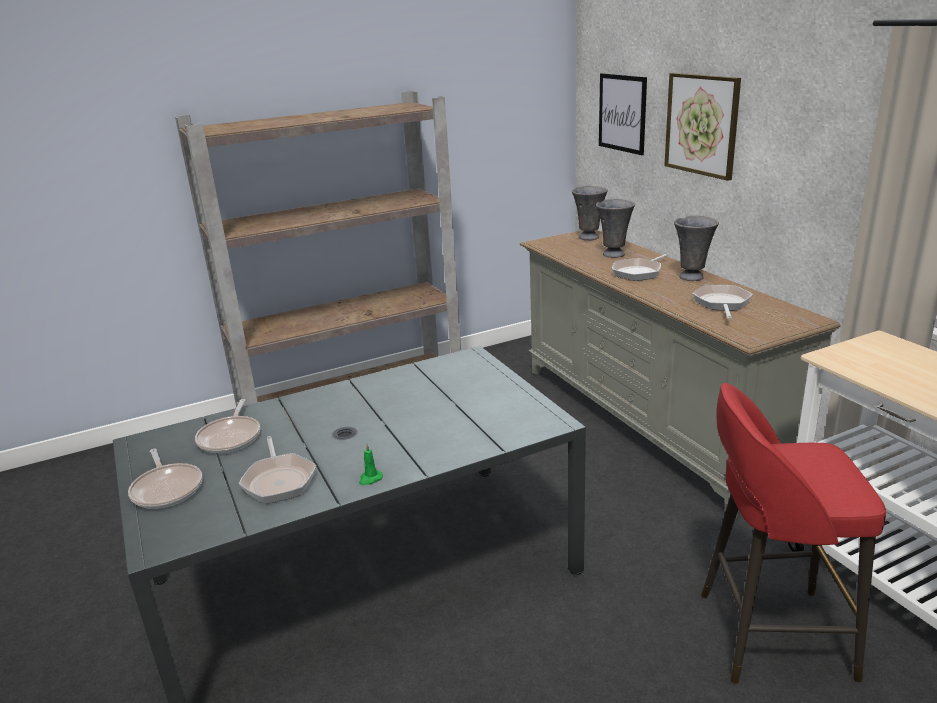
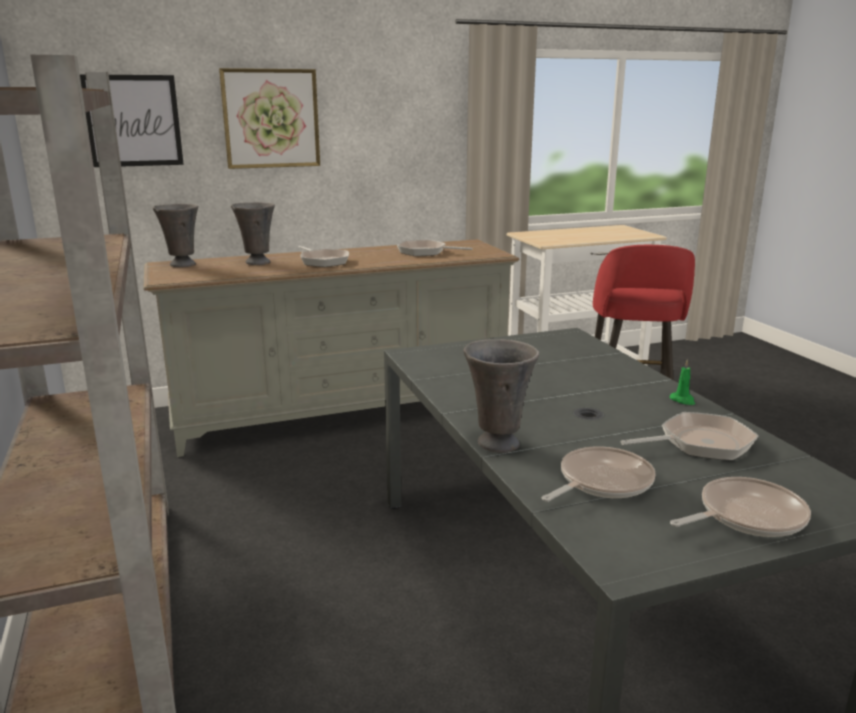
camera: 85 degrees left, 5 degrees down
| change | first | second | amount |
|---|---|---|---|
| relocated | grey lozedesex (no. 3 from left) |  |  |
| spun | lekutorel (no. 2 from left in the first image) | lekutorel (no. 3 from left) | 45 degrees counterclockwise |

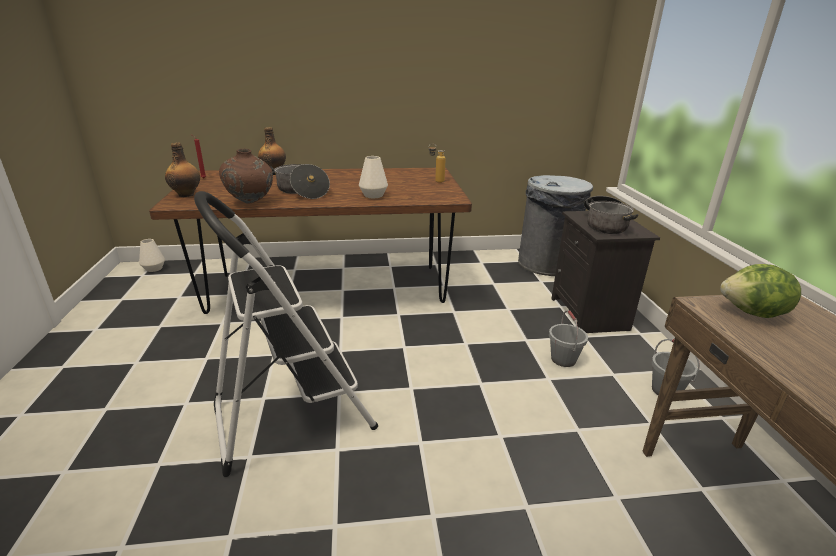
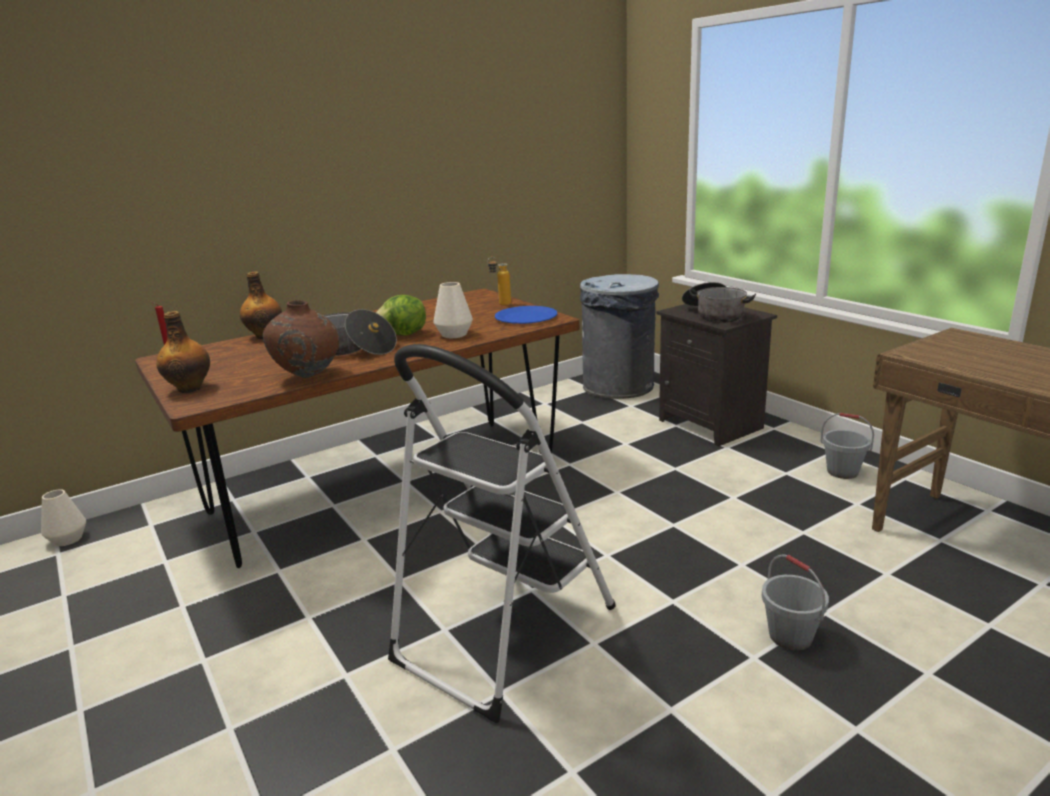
camera: 25 degrees left, 5 degrees down
| change | first | second | amount |
|---|---|---|---|
| relocated | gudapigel |  |  |
| relocated | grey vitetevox (no. 1 from left) |  |  |
| appeared |  | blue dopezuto |  |

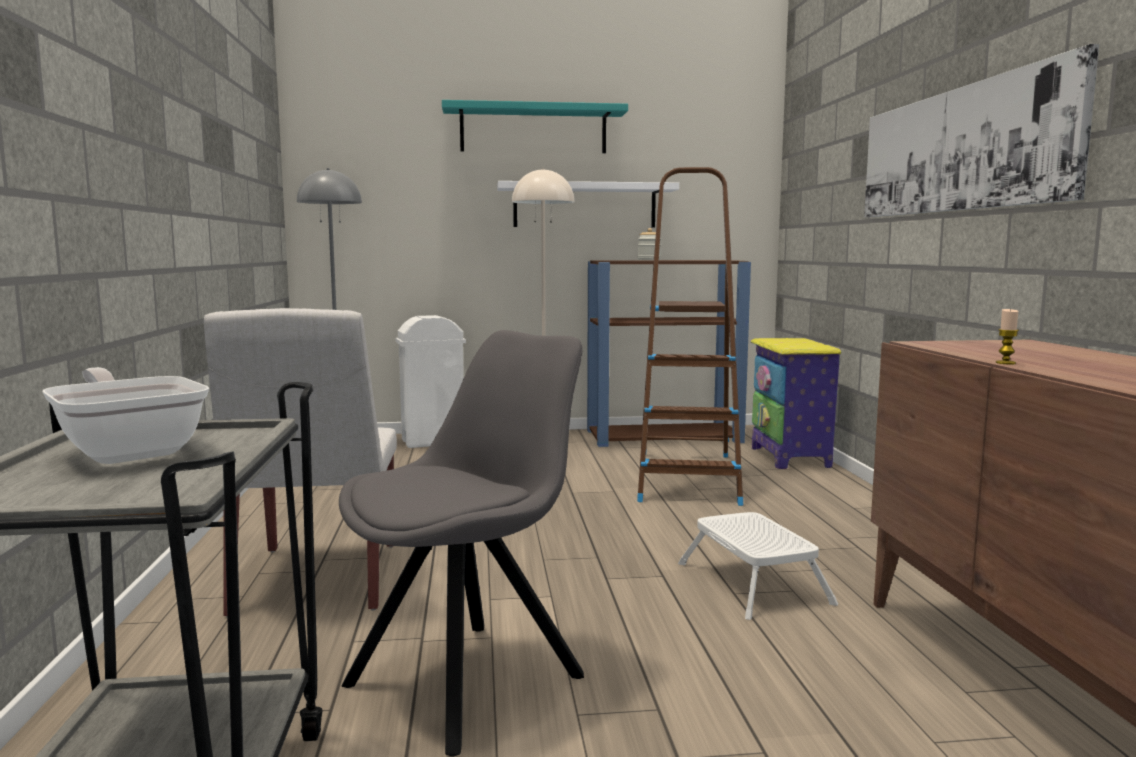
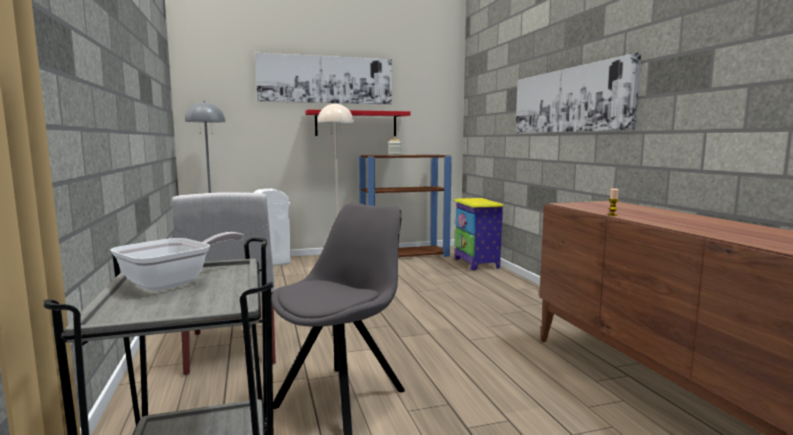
camera: 10 degrees left, 0 degrees up
| change | first | second | amount |
|---|---|---|---|
| exchanged | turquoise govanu | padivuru (no. 1 from left) |  |
| missing | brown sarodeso |  |  |
| colour | white govanu | red govanu |  |
| spun | lekutorel |  | 90 degrees clockwise |
| missing | white sarodeso |  |  |

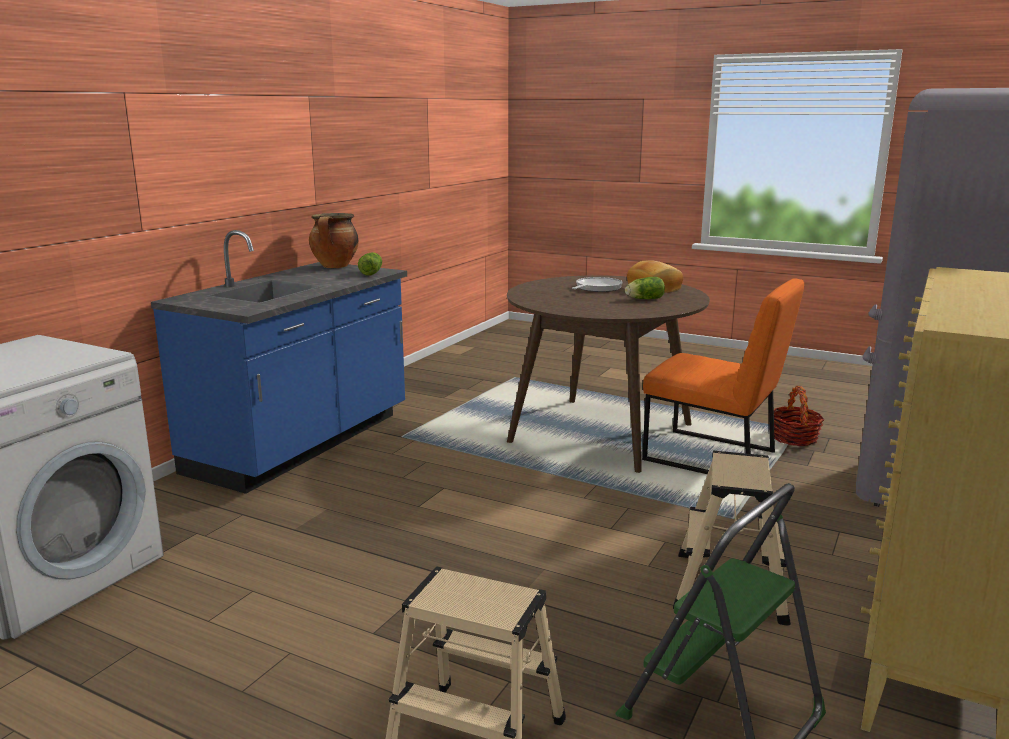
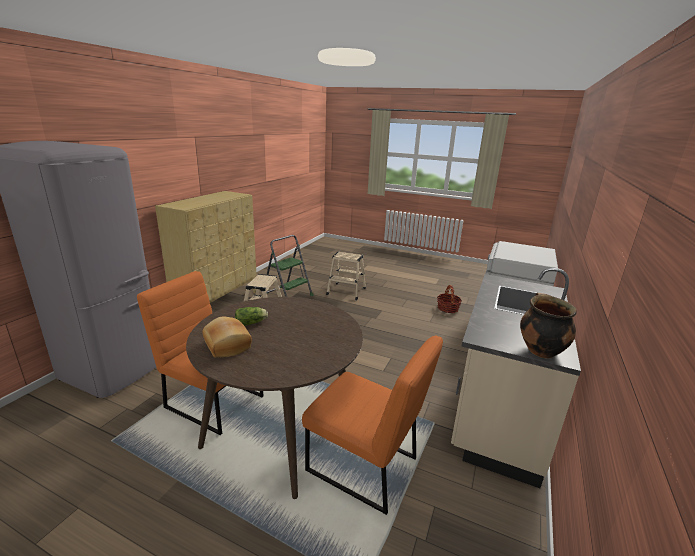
camera: 175 degrees right, 5 degrees up
| change | first | second | amount |
|---|---|---|---|
| colour | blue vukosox | beige vukosox |  |
| missing | gudapigel (no. 1 from left) |  |  |
| missing | lekutorel |  |  |
| relocated | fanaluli |  |  |
| appeared |  | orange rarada (no. 2 from left) |  |

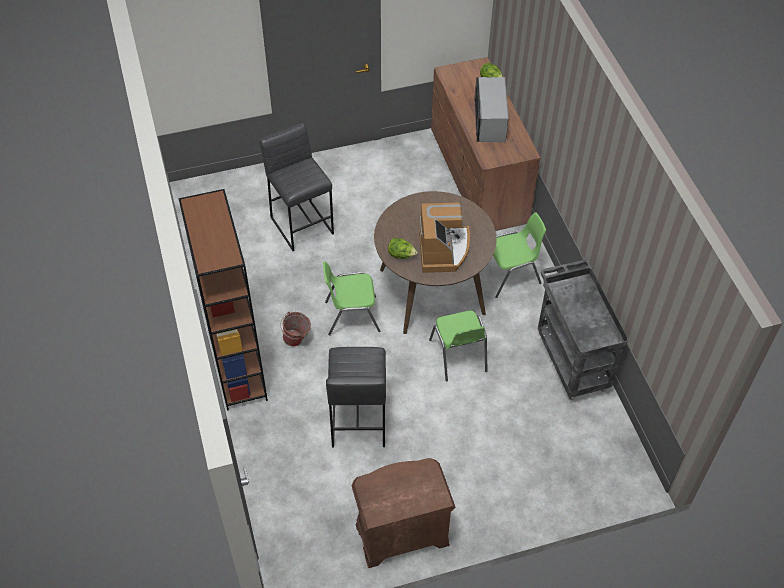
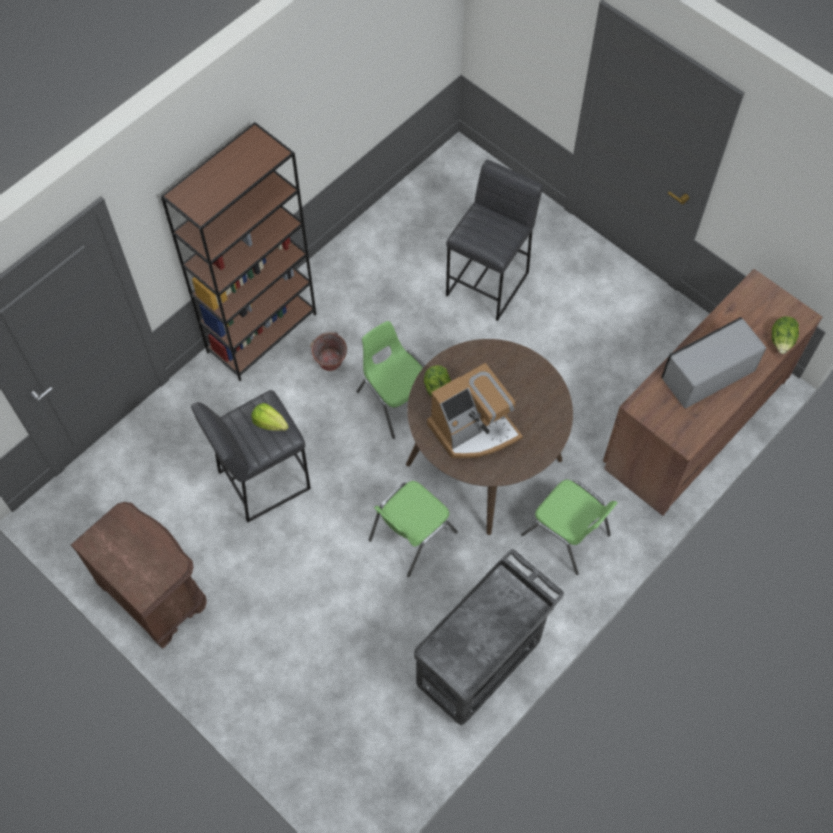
camera: 60 degrees right, 10 degrees up
| change | first | second | amount |
|---|---|---|---|
| appeared |  | gudapigel (no. 1 from left) |  |

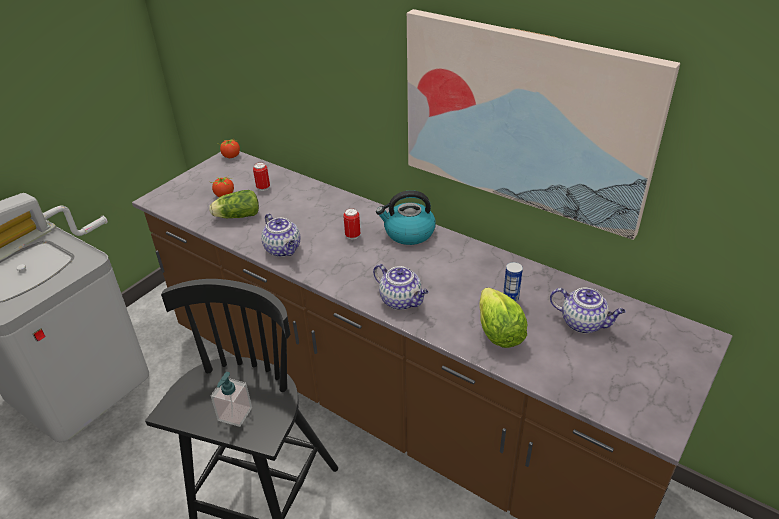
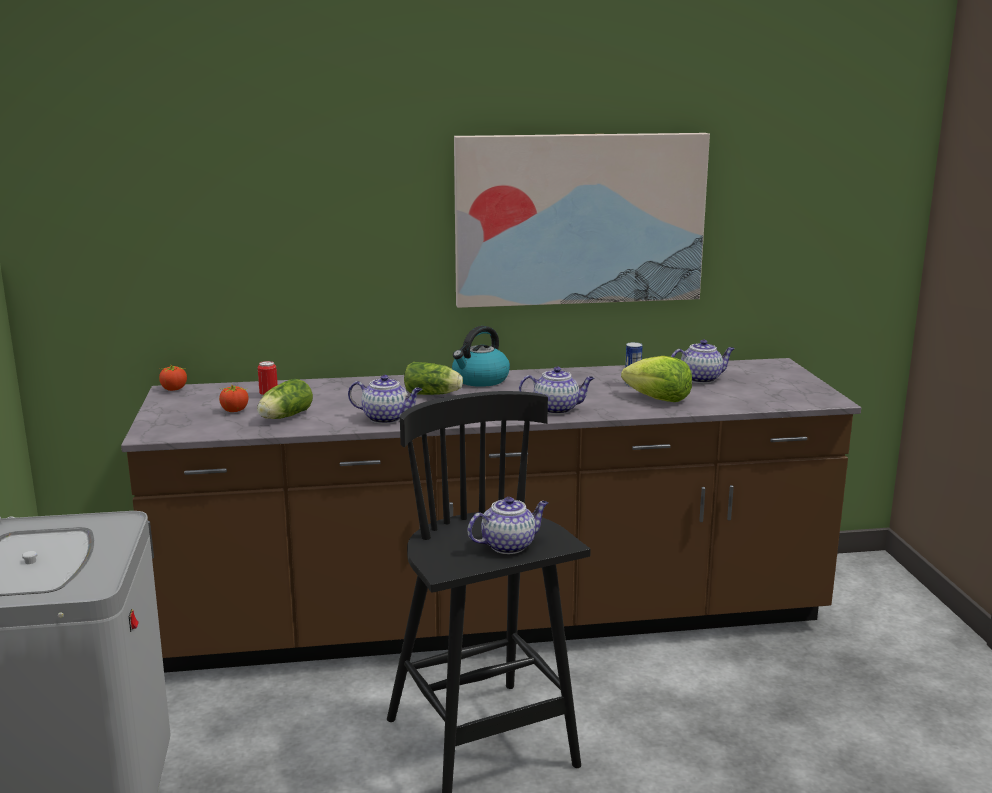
camera: 45 degrees left, 20 degrees down
| change | first | second | amount |
|---|---|---|---|
| exchanged | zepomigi (no. 2 from left) | gudapigel (no. 2 from left) |  |
| exchanged | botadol | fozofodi (no. 2 from left) |  |

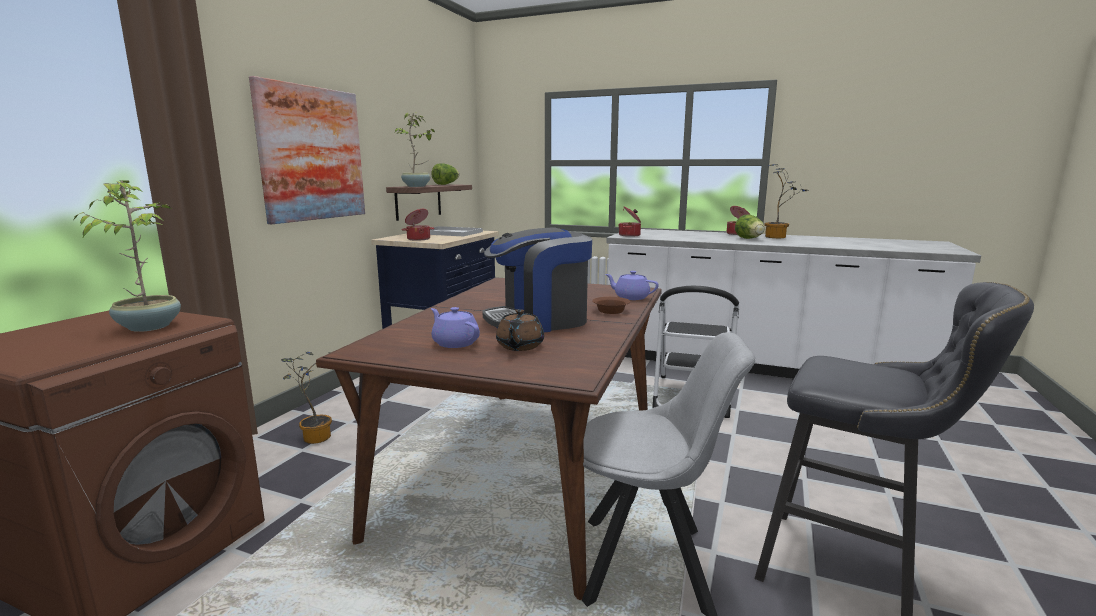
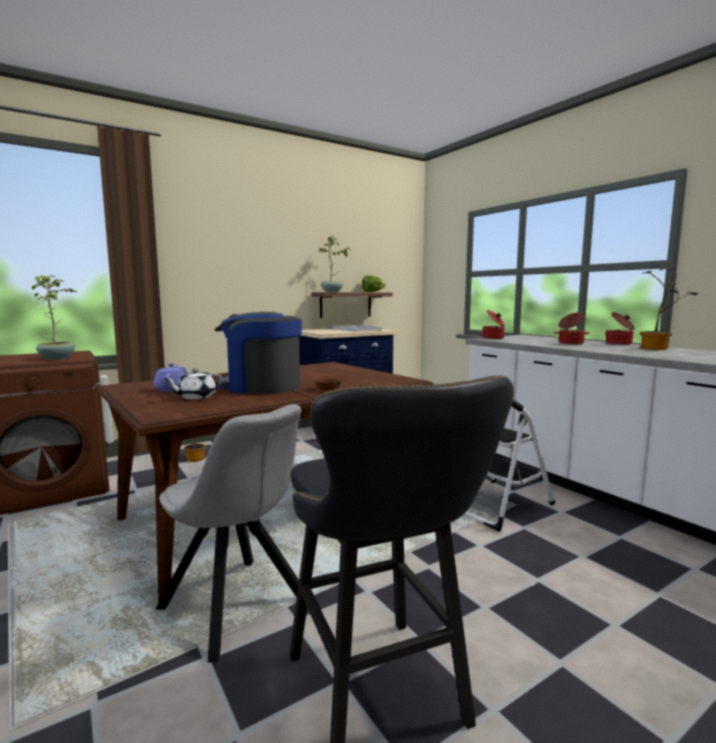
camera: 35 degrees right, 5 degrees down
| change | first | second | amount |
|---|---|---|---|
| missing | padivuru |  |  |
| relocated | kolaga (no. 1 from left in the first image) | kolaga (no. 2 from left) |  |
| missing | gudapigel (no. 2 from left) |  |  |
| missing | purple fozofodi (no. 2 from left) |  |  |
| colour | brown fozofodi | white fozofodi |  |

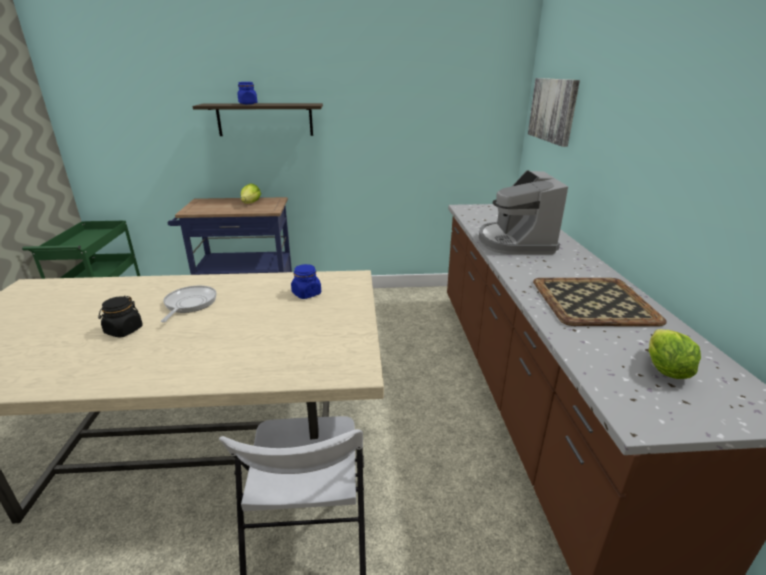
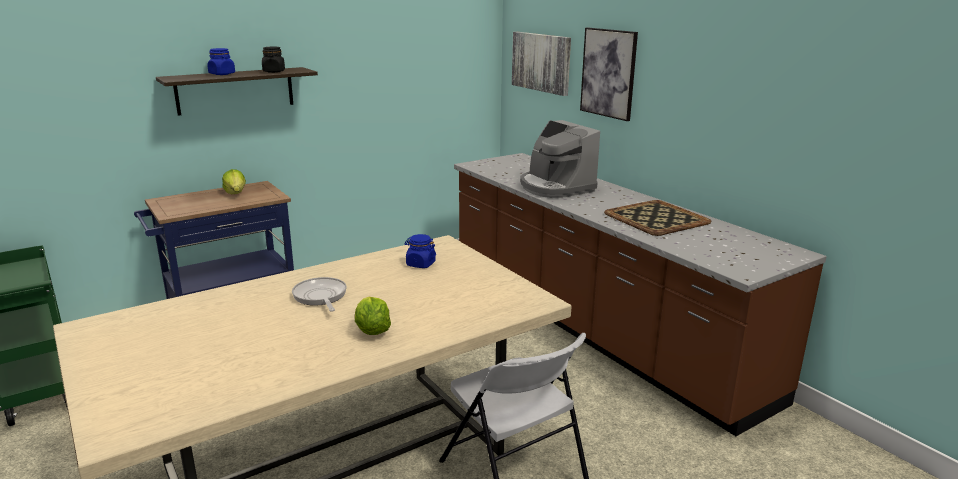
camera: 30 degrees left, 5 degrees down
| change | first | second | amount |
|---|---|---|---|
| relocated | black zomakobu |  |  |
| relocated | gudapigel (no. 2 from left) |  |  |
| appeared |  | padivuru (no. 2 from left) |  |

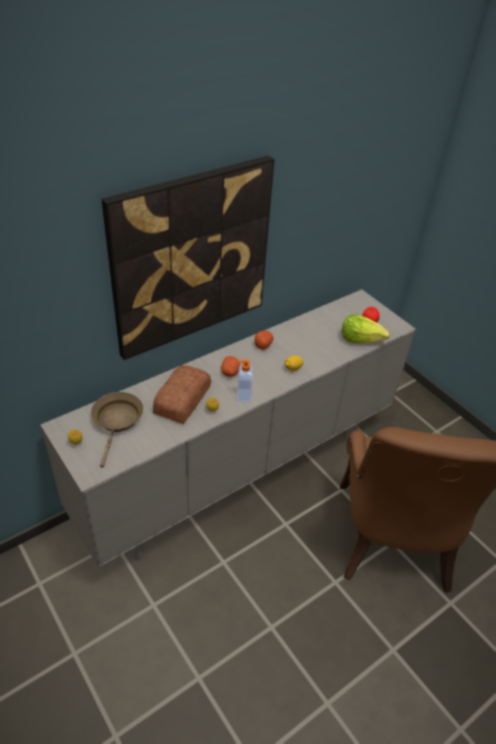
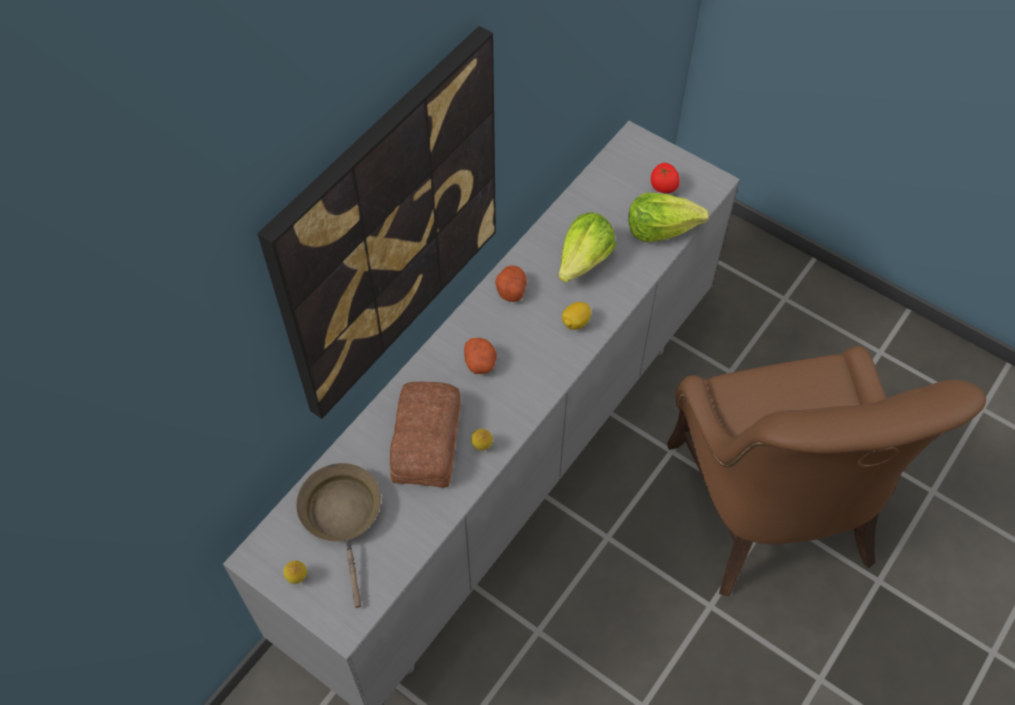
camera: 15 degrees left, 15 degrees up
| change | first | second | amount |
|---|---|---|---|
| missing | botadol |  |  |
| appeared |  | gudapigel (no. 1 from left) |  |

